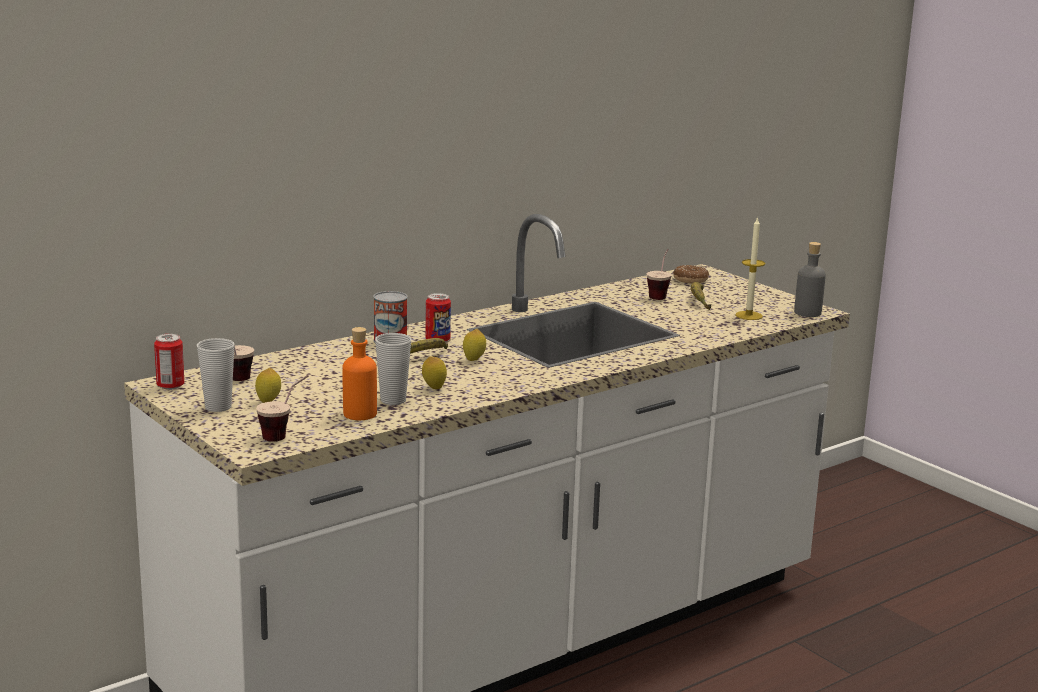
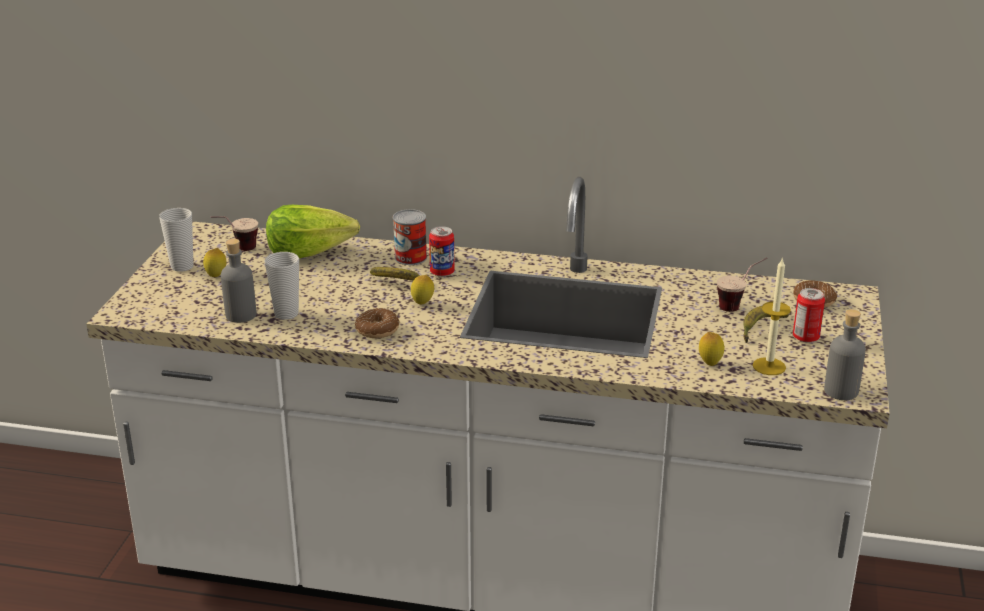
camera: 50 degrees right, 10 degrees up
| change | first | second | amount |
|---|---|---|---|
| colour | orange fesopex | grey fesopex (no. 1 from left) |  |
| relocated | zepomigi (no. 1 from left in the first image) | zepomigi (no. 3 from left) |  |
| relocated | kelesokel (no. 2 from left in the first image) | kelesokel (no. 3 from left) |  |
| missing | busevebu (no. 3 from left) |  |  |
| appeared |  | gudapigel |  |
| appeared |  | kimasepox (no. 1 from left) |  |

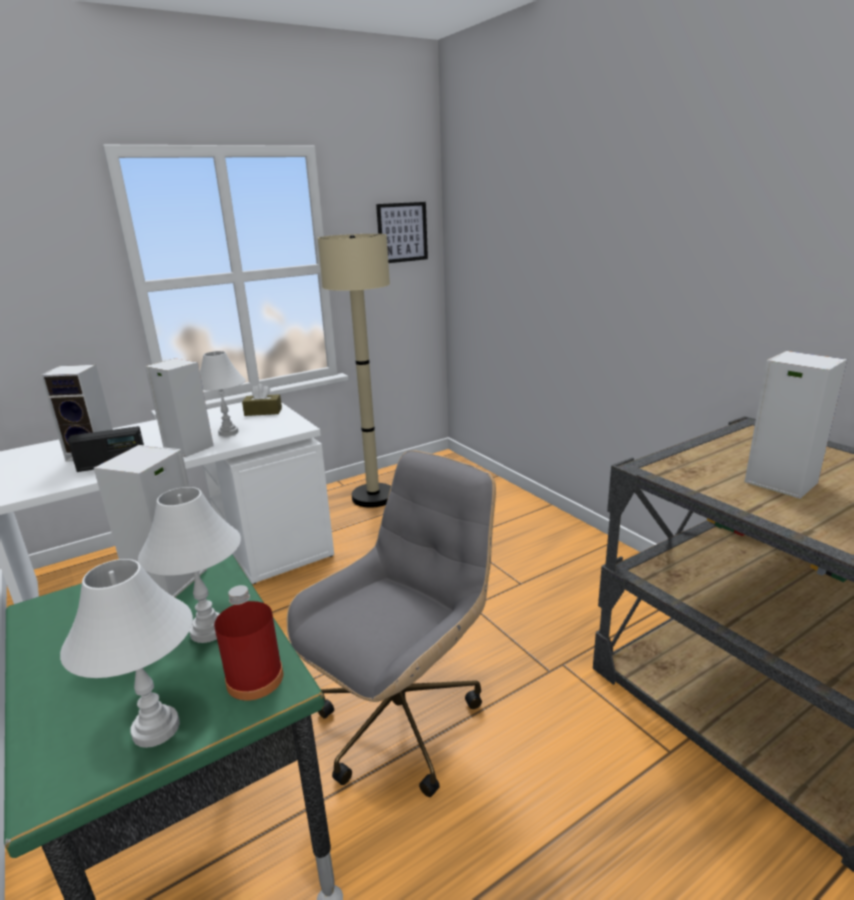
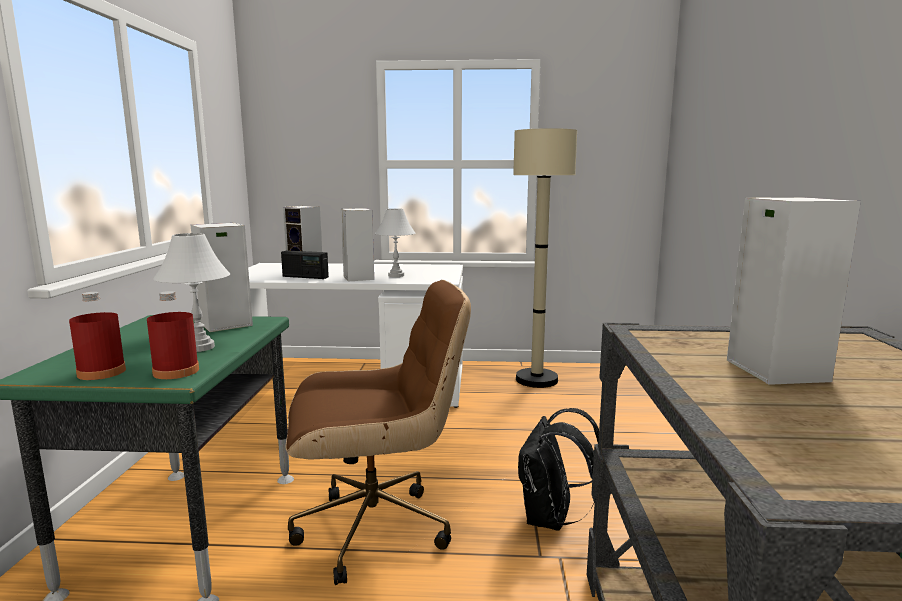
camera: 35 degrees right, 10 degrees down
| change | first | second | amount |
|---|---|---|---|
| missing | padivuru |  |  |
| missing | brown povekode |  |  |
| colour | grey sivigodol | brown sivigodol |  |
| exchanged | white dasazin (no. 1 from left) | red fesopex (no. 1 from left) |  |
| appeared |  | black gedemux |  |

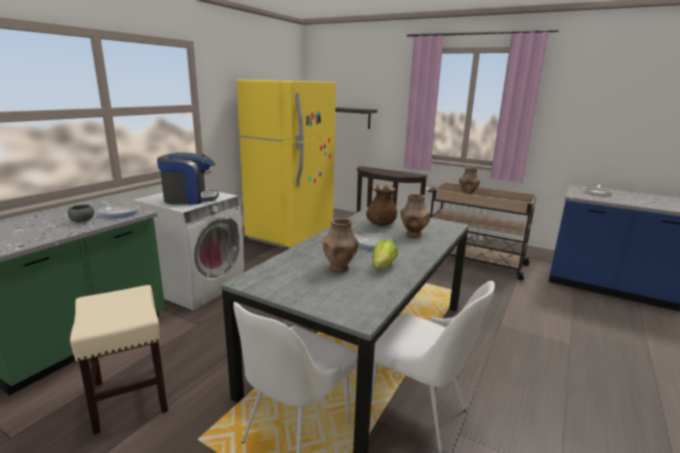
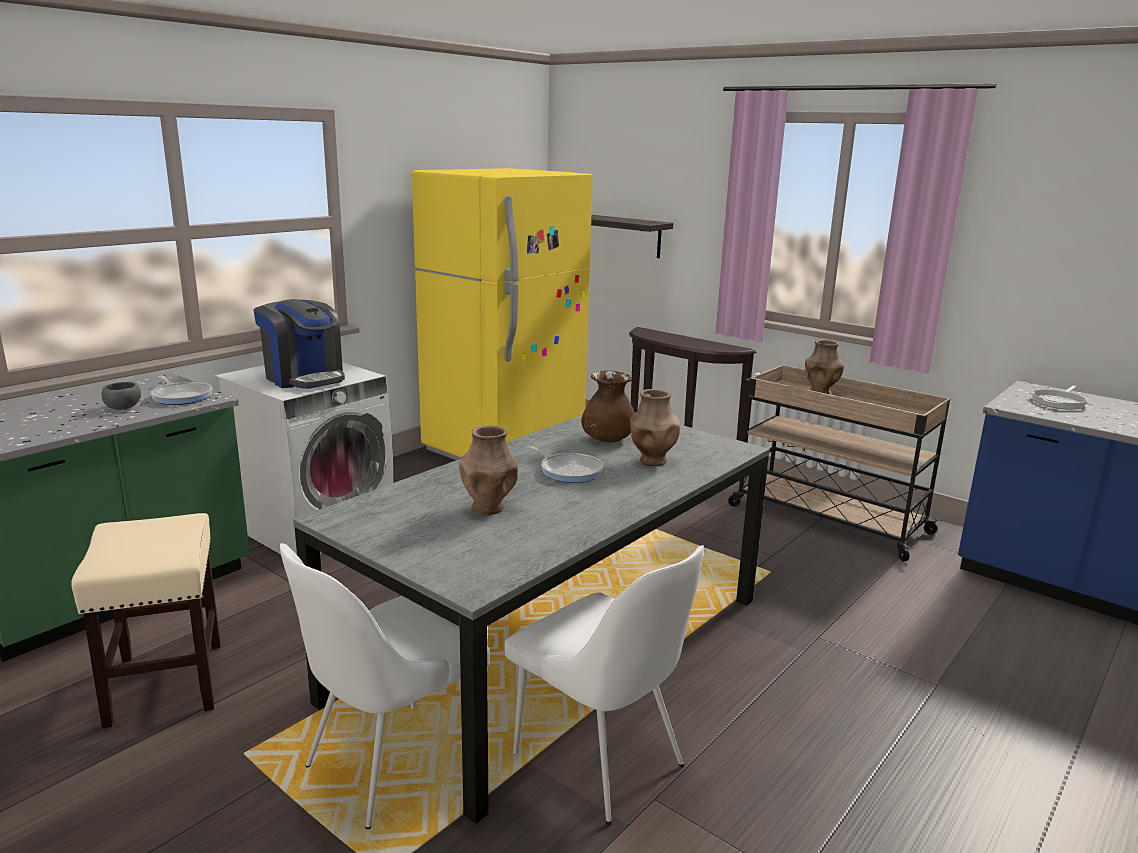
camera: 10 degrees right, 0 degrees up
| change | first | second | amount |
|---|---|---|---|
| spun | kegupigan |  | 45 degrees clockwise |
| missing | gudapigel |  |  |

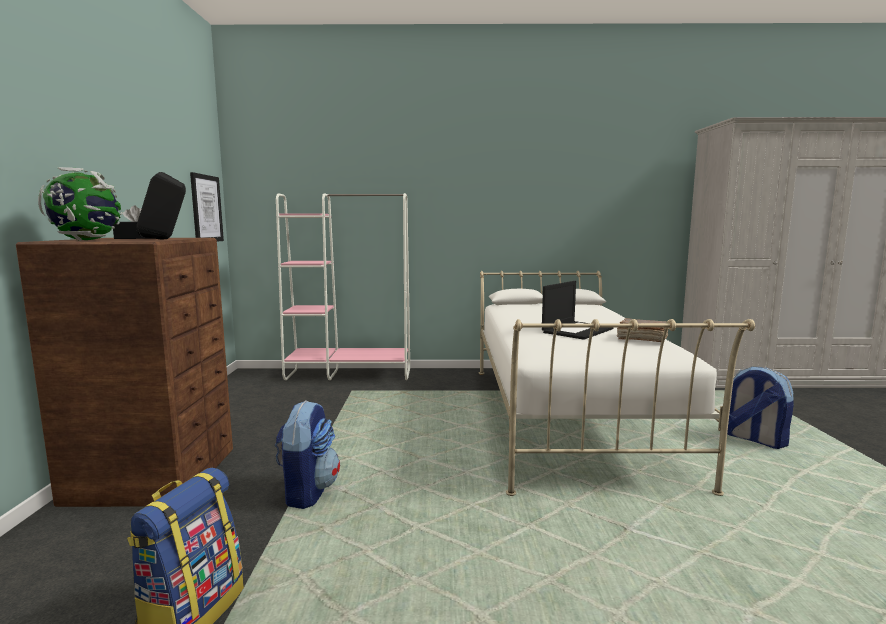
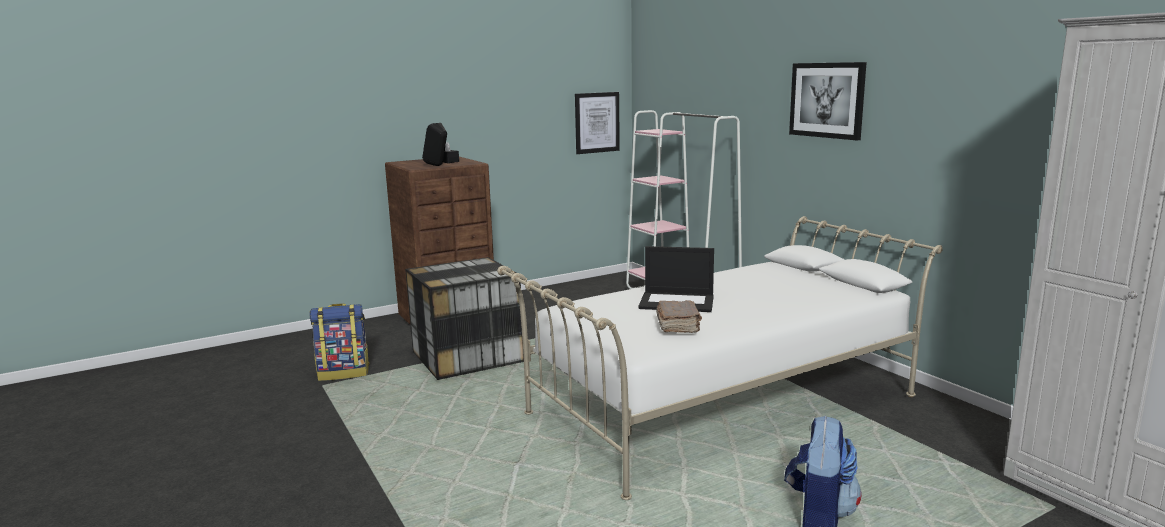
camera: 60 degrees right, 5 degrees up
| change | first | second | amount |
|---|---|---|---|
| missing | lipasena |  |  |
| exchanged | gedemux (no. 2 from left) | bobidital |  |
| appeared |  | padivuru (no. 2 from left) |  |

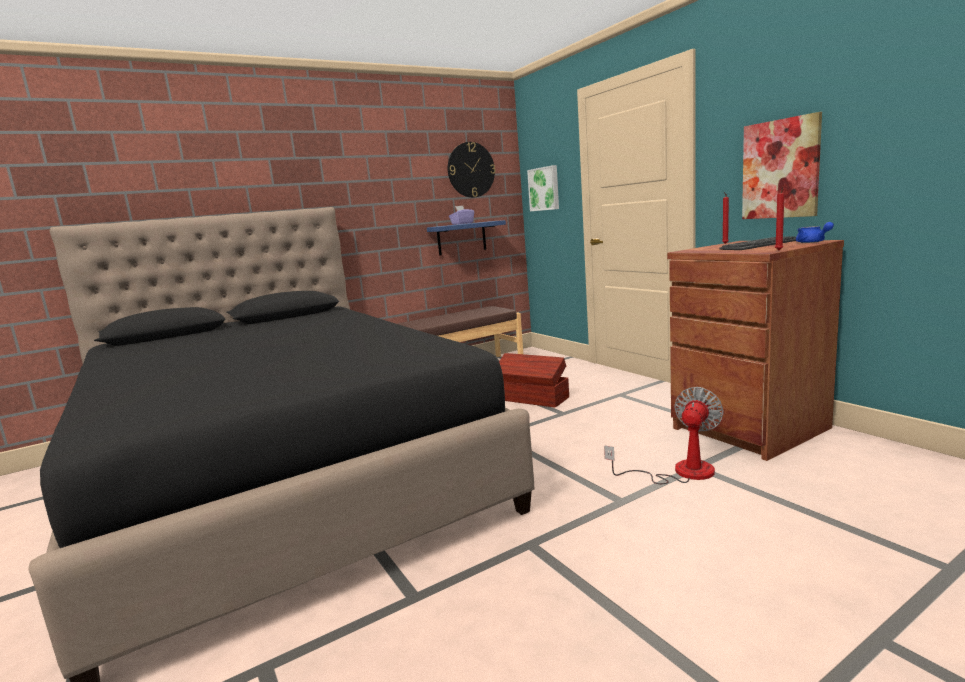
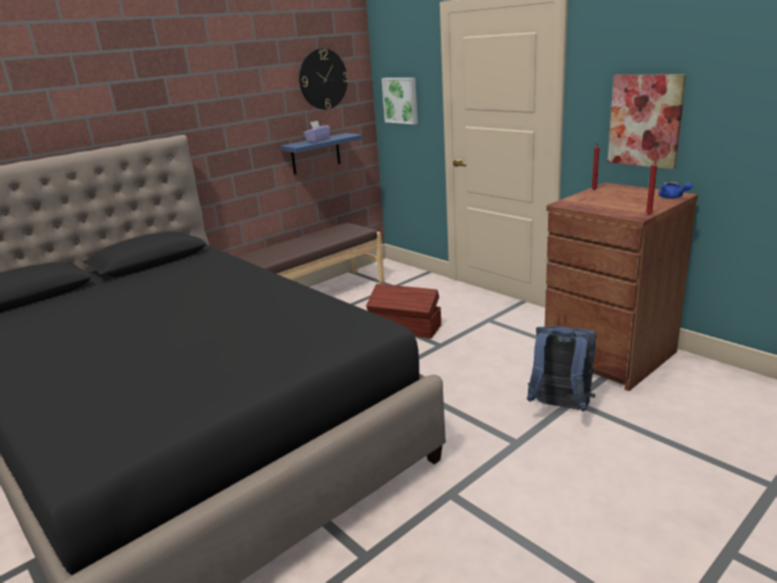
camera: 10 degrees left, 10 degrees up
| change | first | second | amount |
|---|---|---|---|
| missing | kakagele |  |  |
| exchanged | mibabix | blue gedemux |  |

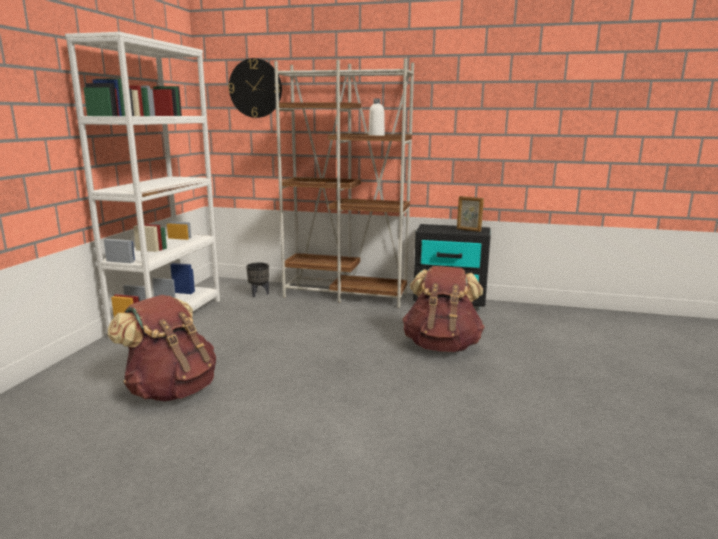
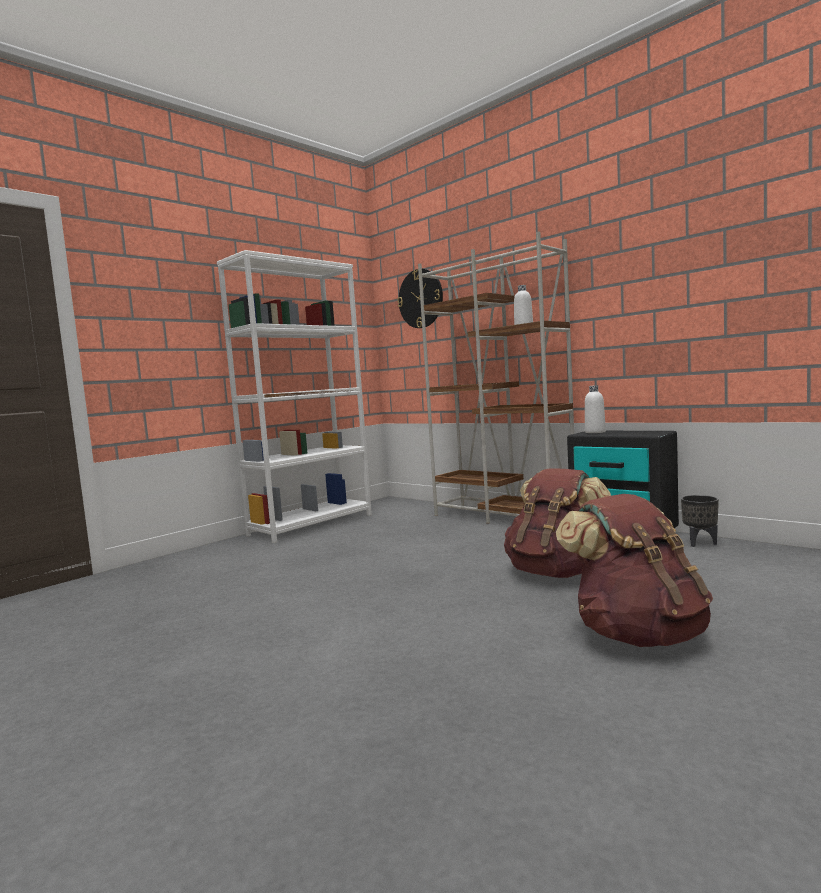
camera: 30 degrees right, 10 degrees down
| change | first | second | amount |
|---|---|---|---|
| missing | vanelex |  |  |
| relocated | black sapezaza |  |  |
| relocated | brown gedemux (no. 1 from left in the first image) | brown gedemux (no. 2 from left) |  |
| appeared |  | white fesopex (no. 2 from left) |  |

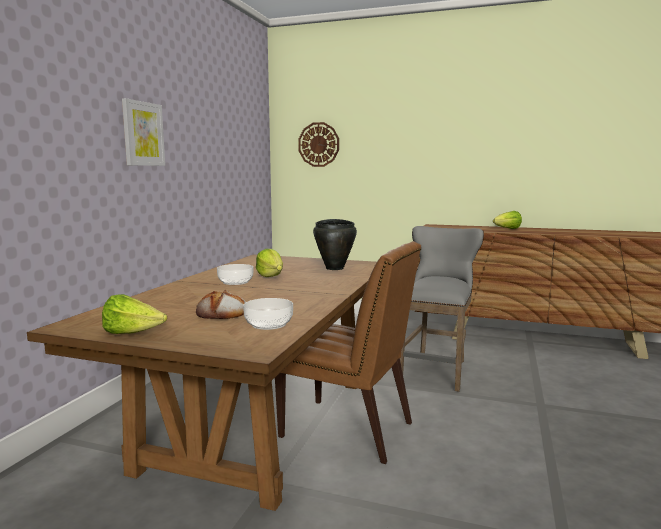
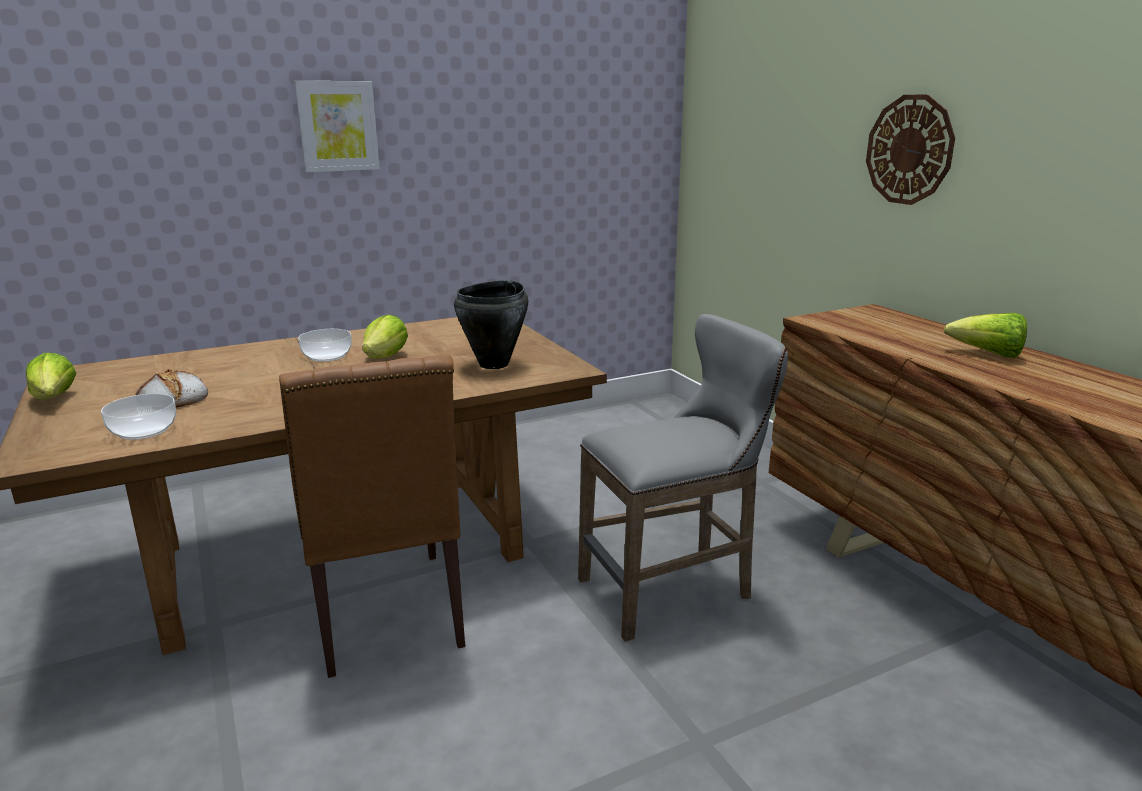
camera: 45 degrees right, 10 degrees up
| change | first | second | amount |
|---|---|---|---|
| relocated | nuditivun |  |  |

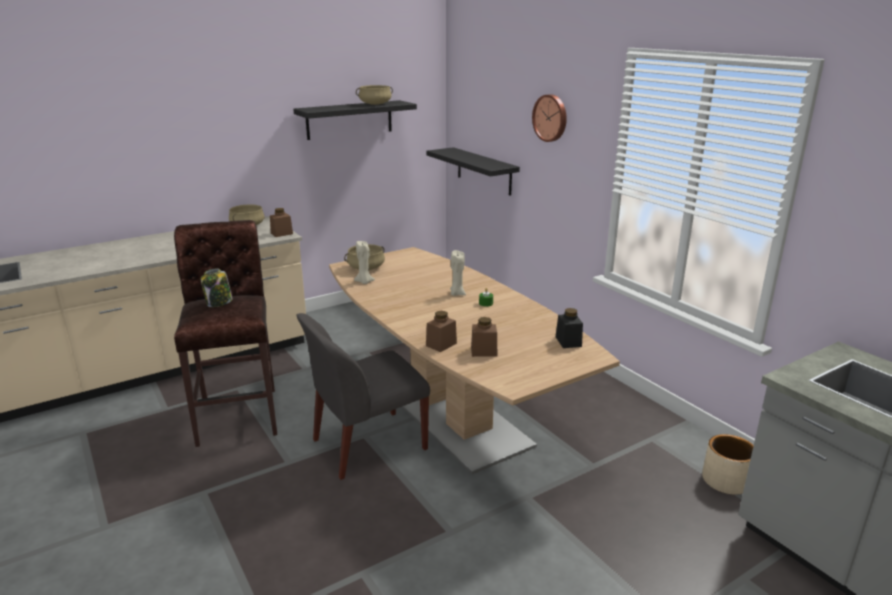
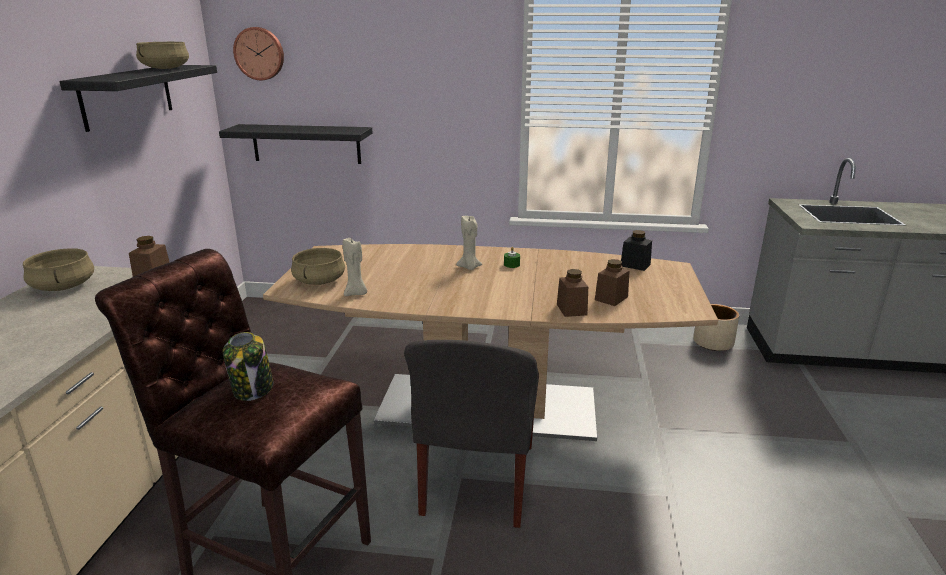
camera: 50 degrees left, 0 degrees up
| change | first | second | amount |
|---|---|---|---|
| relocated | nuditivun |  |  |

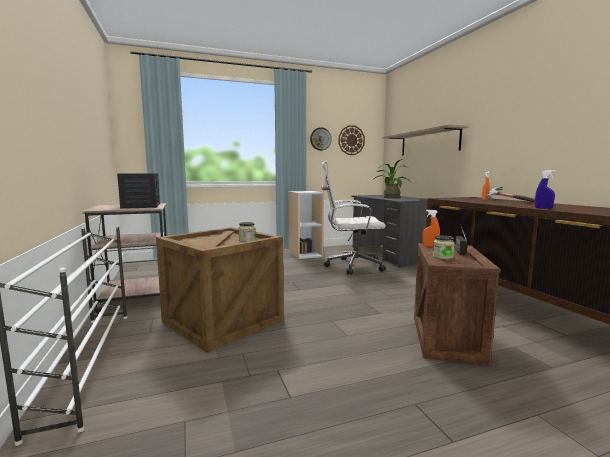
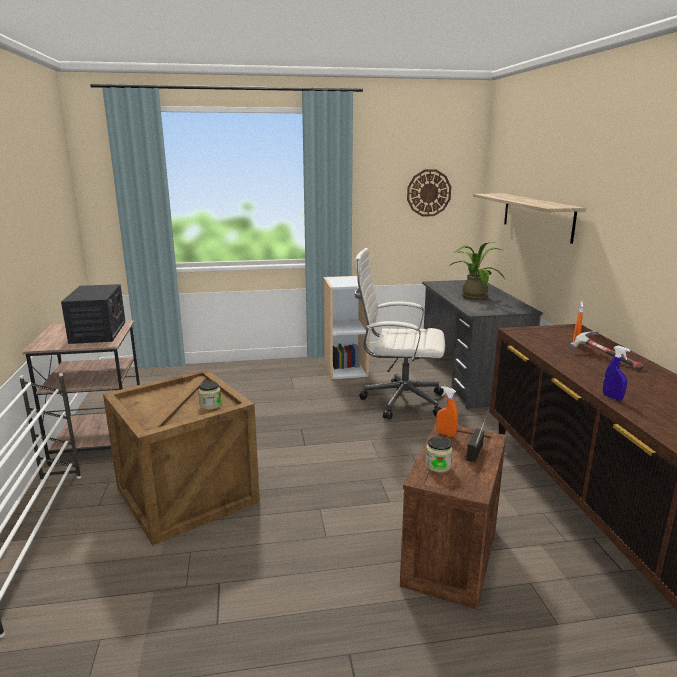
camera: 10 degrees right, 10 degrees up
| change | first | second | amount |
|---|---|---|---|
| missing | nuditivun (no. 1 from left) |  |  |

